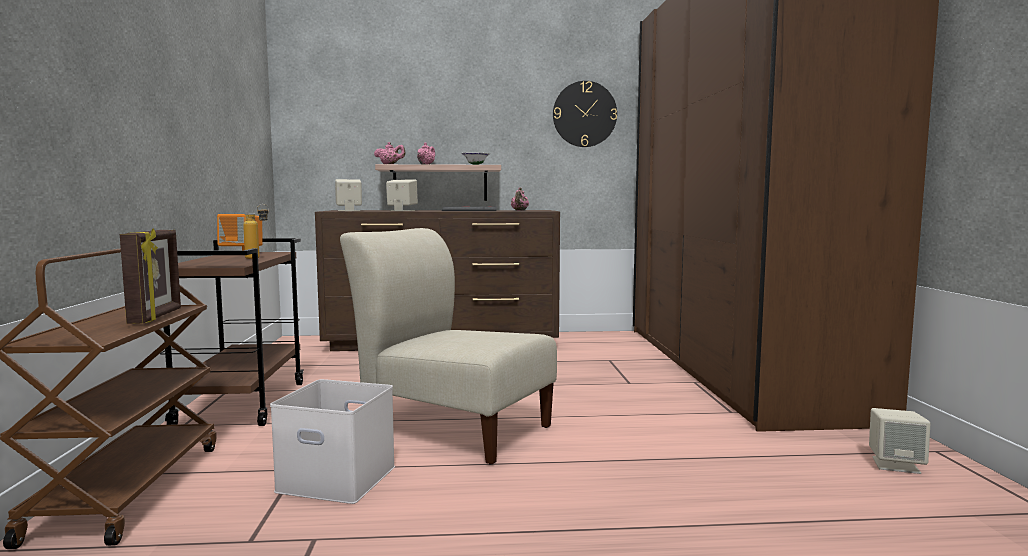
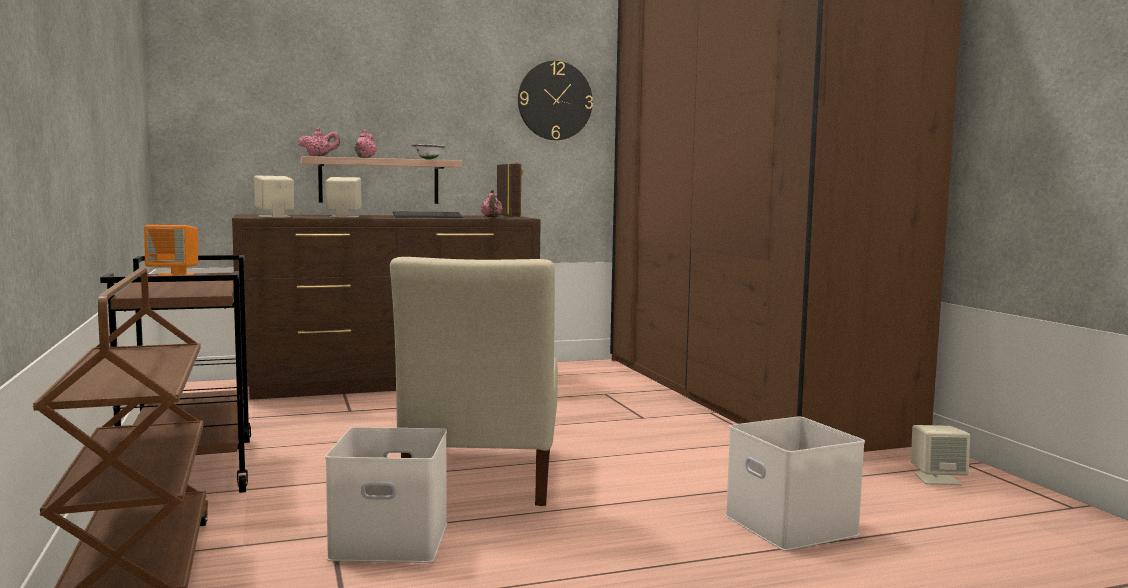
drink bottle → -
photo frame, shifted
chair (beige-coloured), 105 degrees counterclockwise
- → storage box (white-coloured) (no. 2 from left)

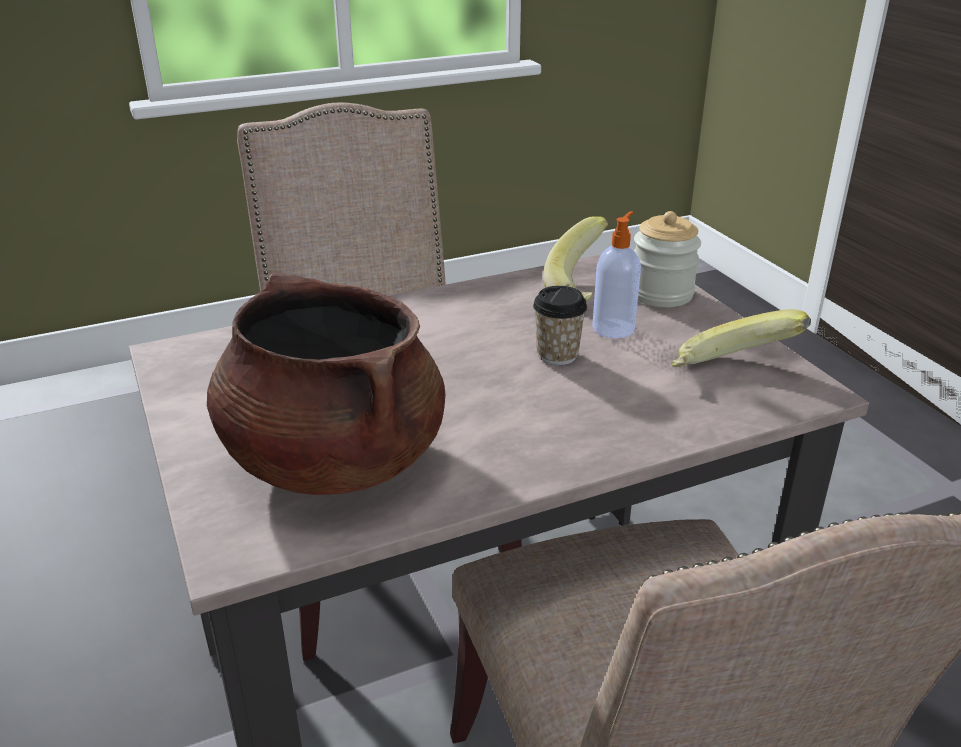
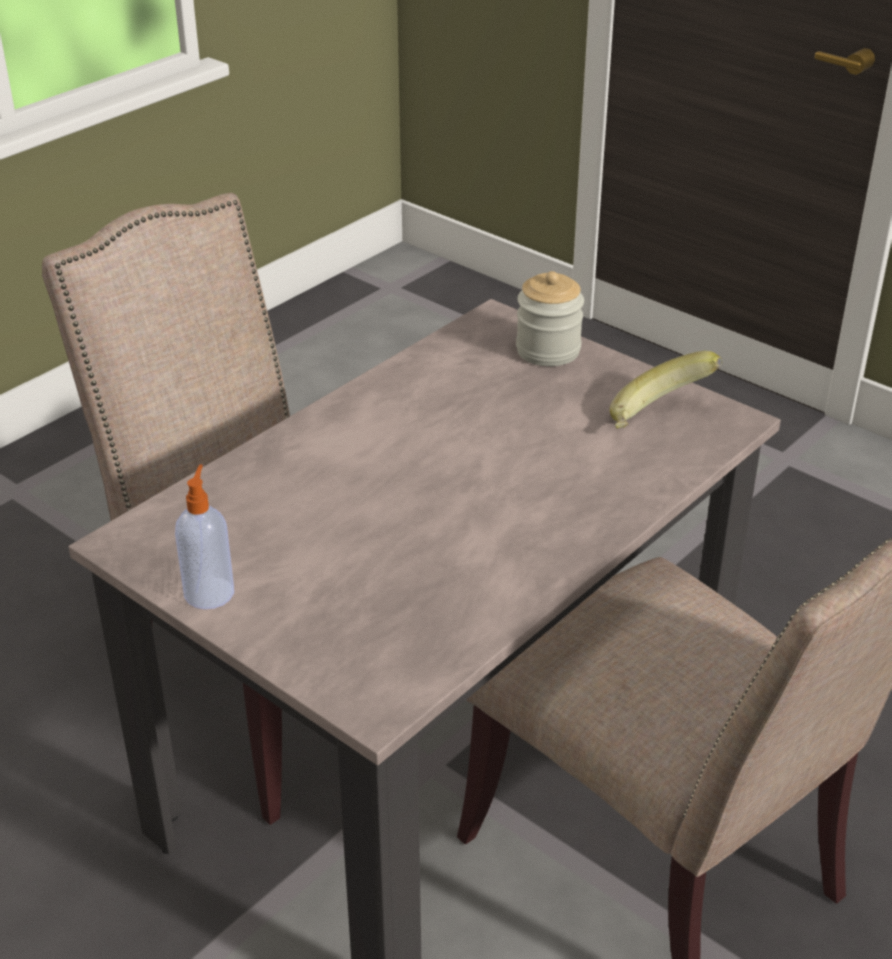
liquid soap bottle, shifted
banana (no. 1 from left) → -
cooking pot (brown) → -
drinking cup → -

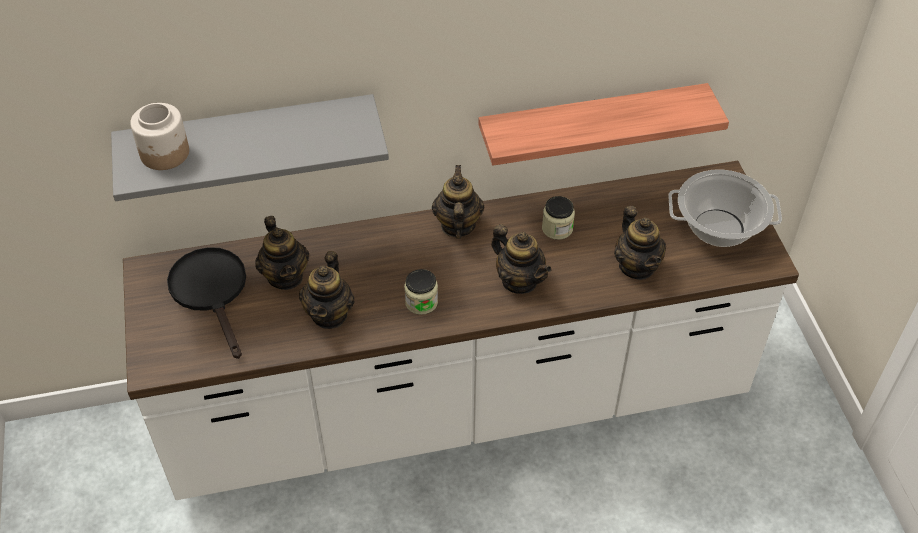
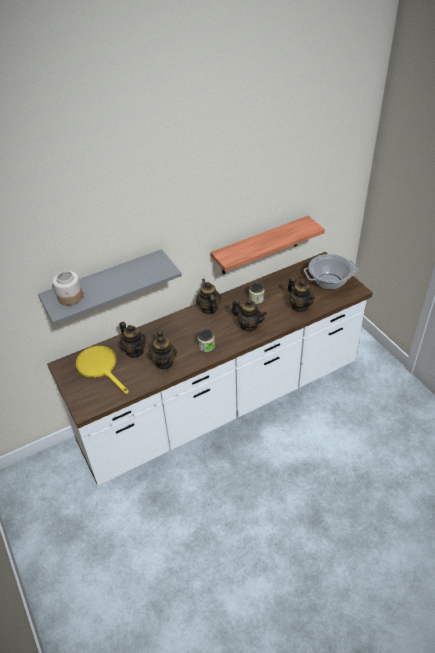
pan (blackish) → pan (yellowish)

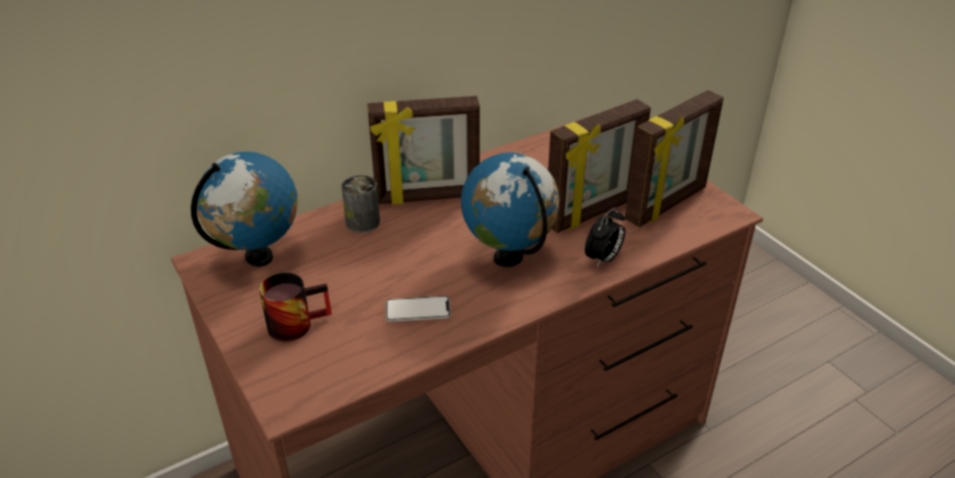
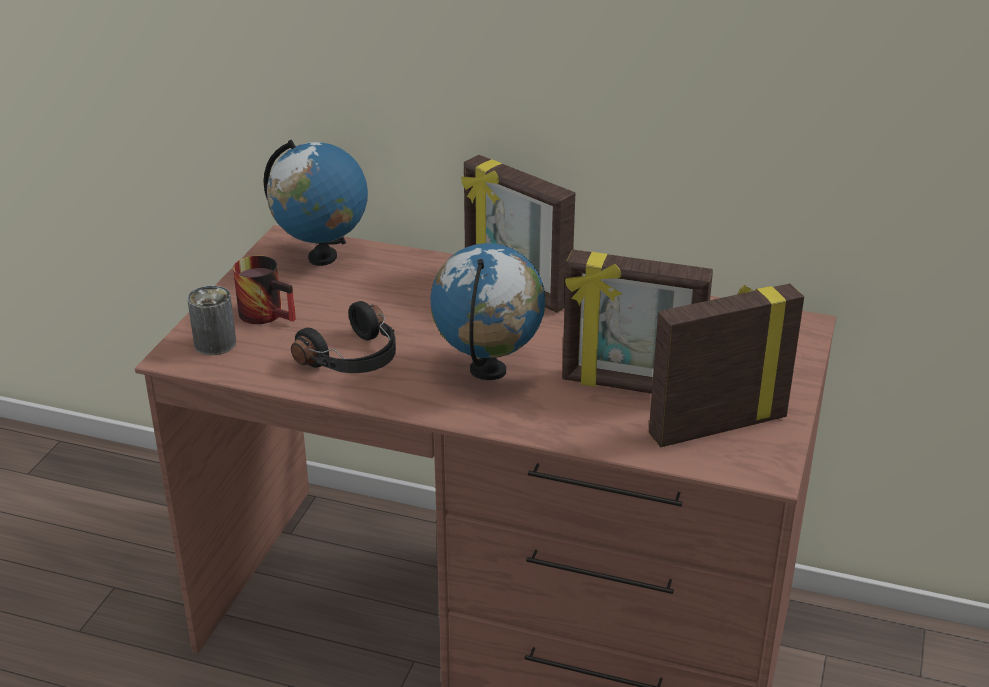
photo frame (no. 3 from left), 150 degrees clockwise
can, shifted
table clock → -
handset → headphones (blackish)

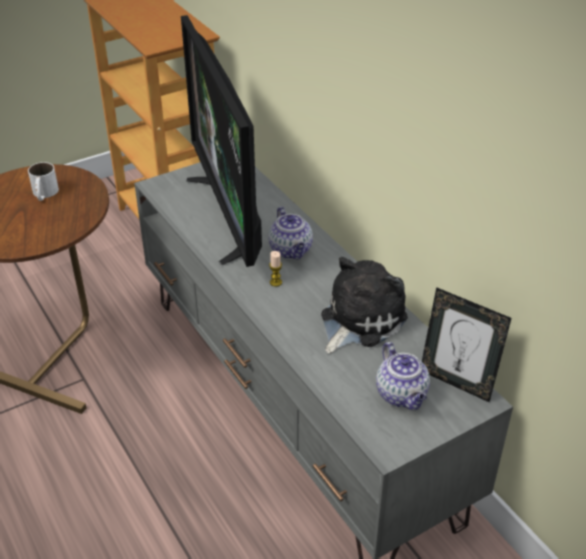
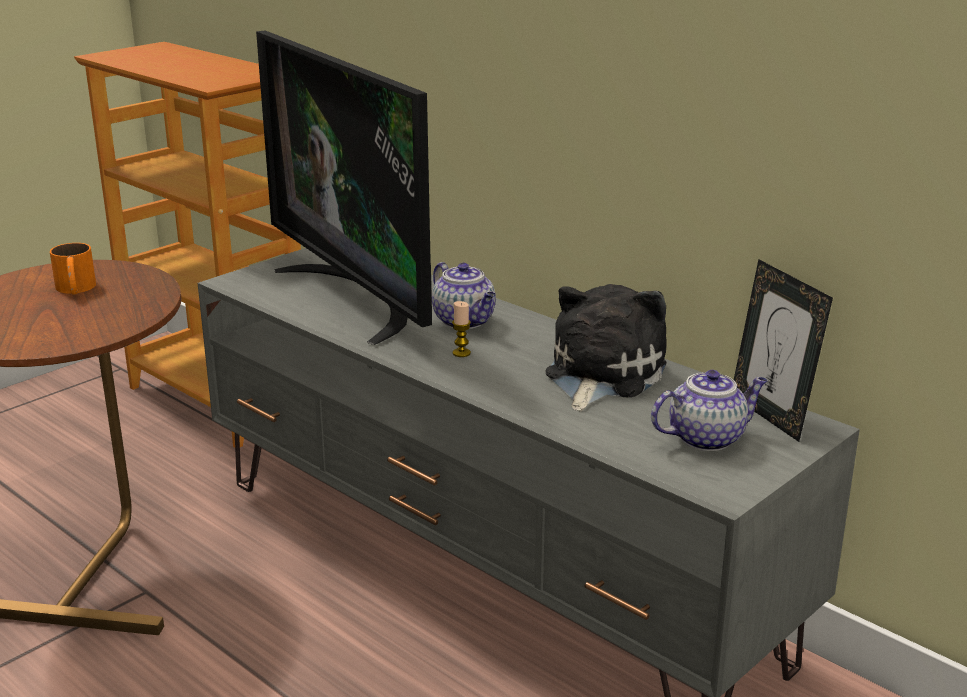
mug (white-coloured) → mug (orange-coloured)
photo frame, 45 degrees clockwise
tea pot (no. 2 from left), 75 degrees counterclockwise

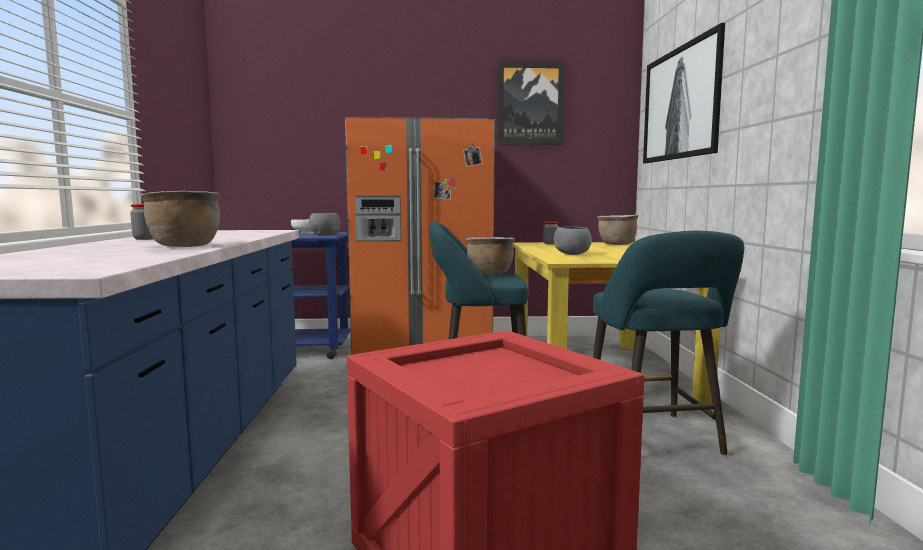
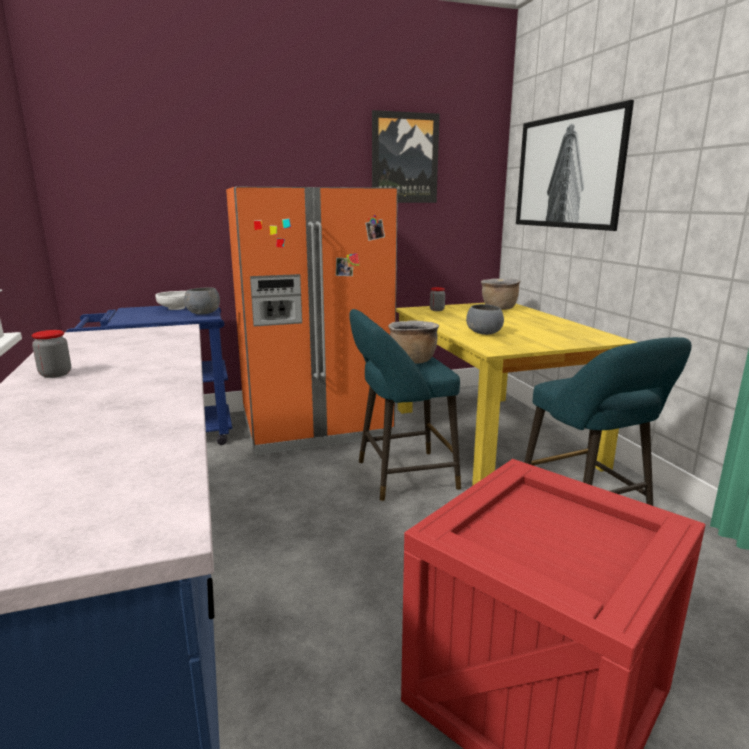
cooking pot (brown) (no. 1 from left) → -

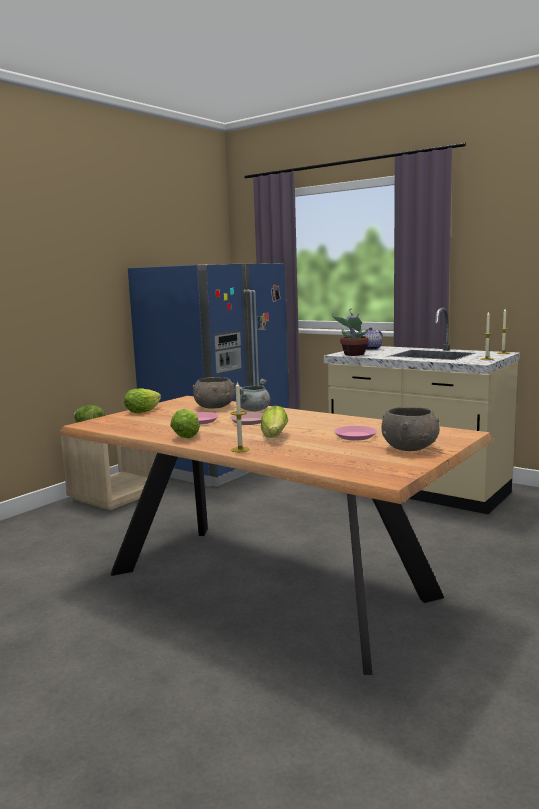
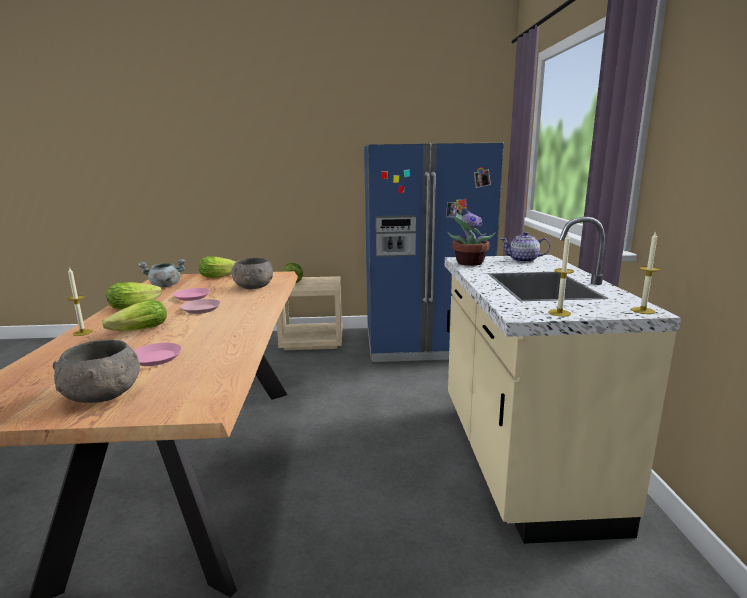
cooking pot (grey), shifted

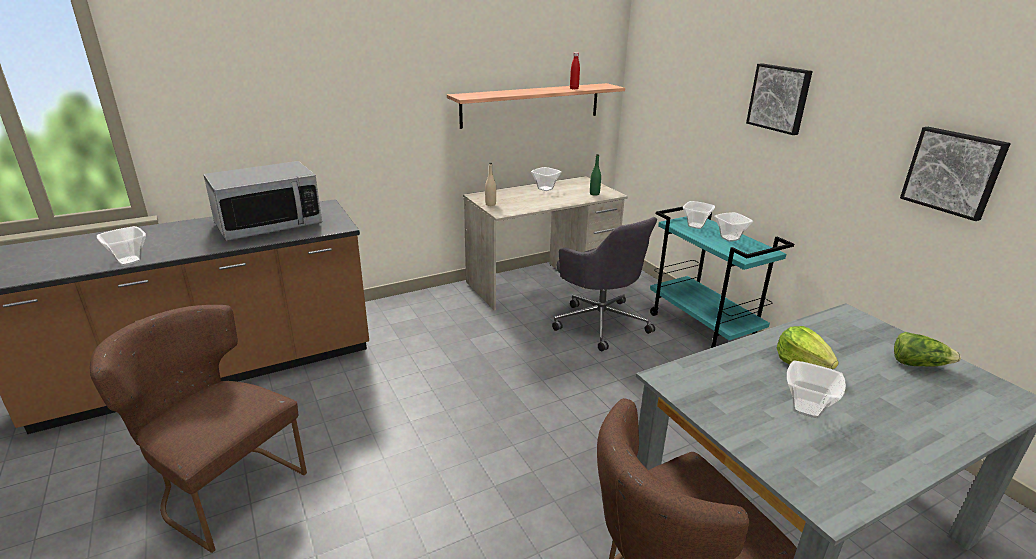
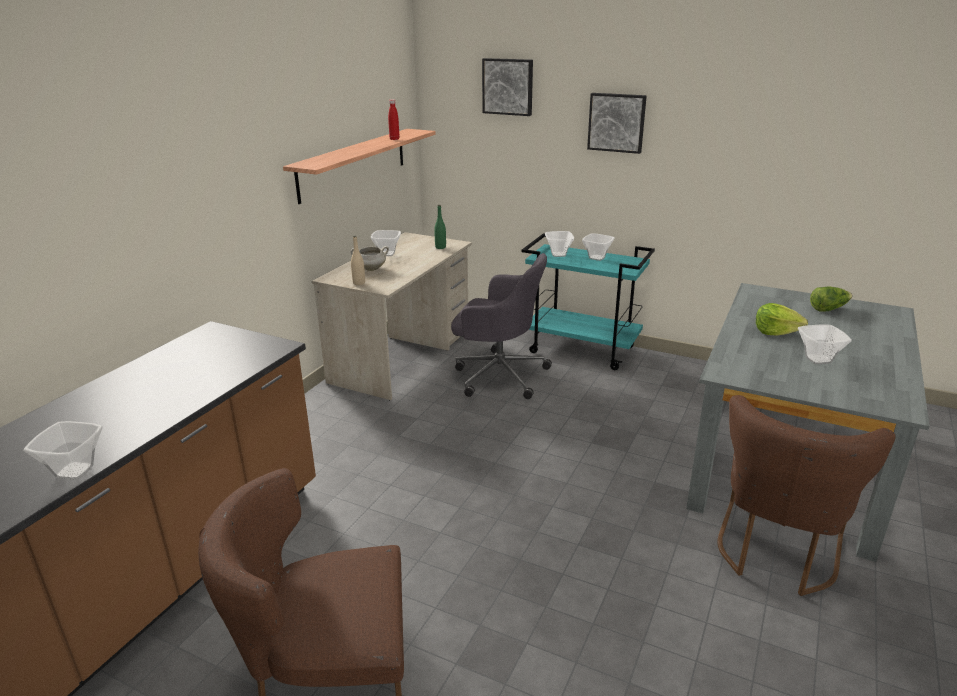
wall art (no. 2 from left in the first image) → wall art (no. 1 from left), shifted
microwave oven → -
- → cooking pot (white-coloured)

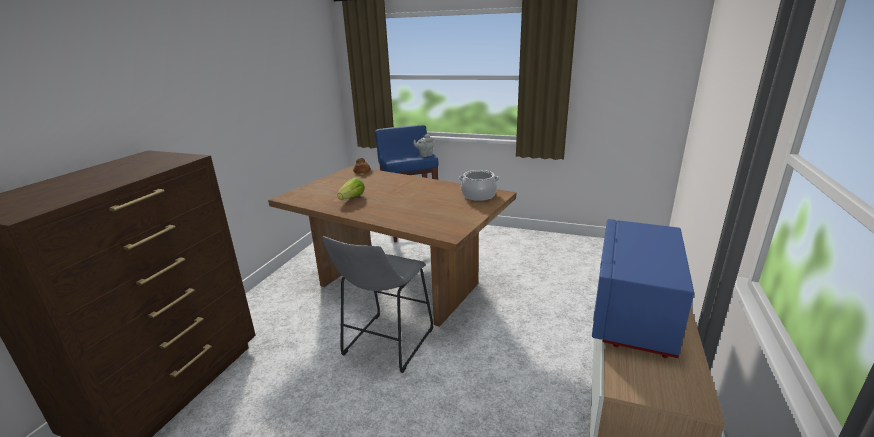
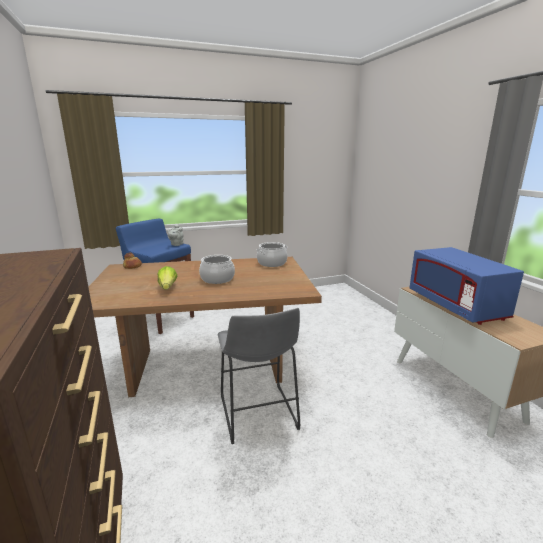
- → cooking pot (no. 1 from left)

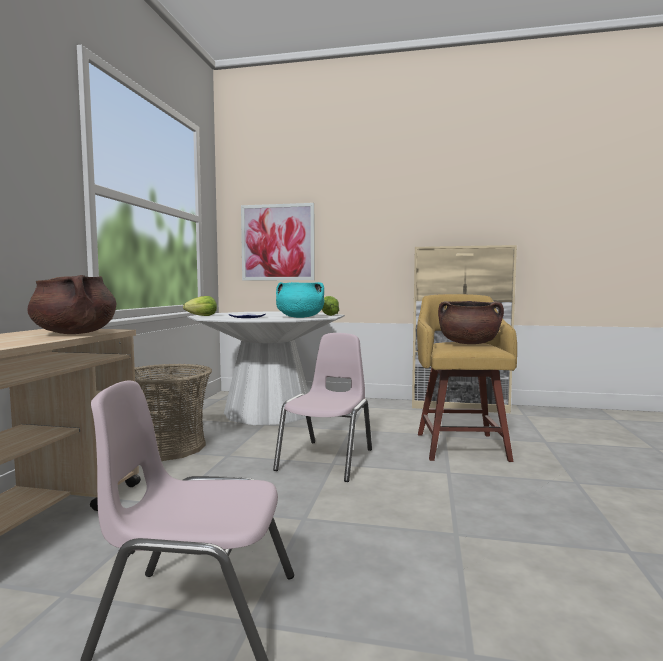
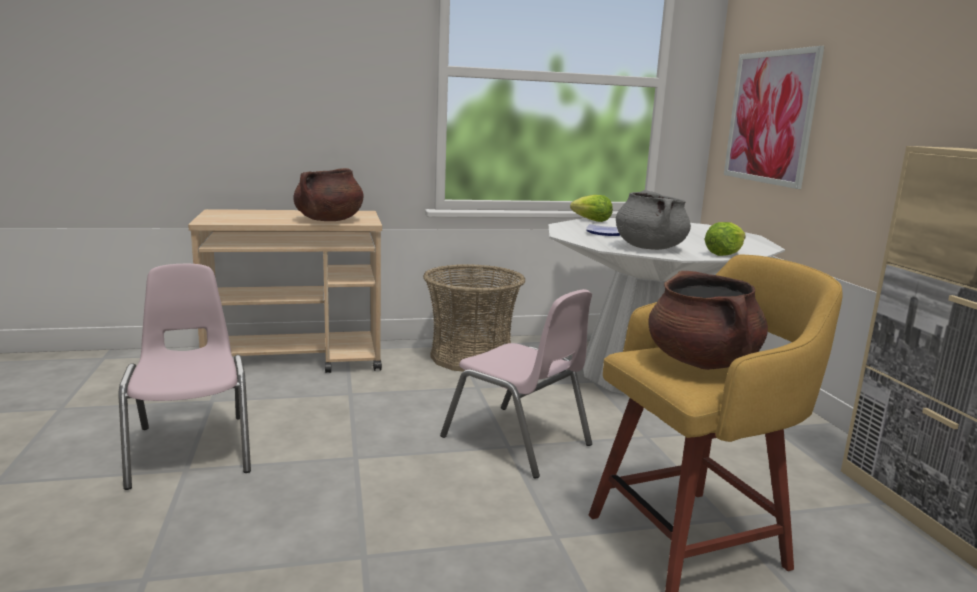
cooking pot (turquoise) → cooking pot (grey)
chair (pink-coloured) (no. 2 from left), 45 degrees clockwise

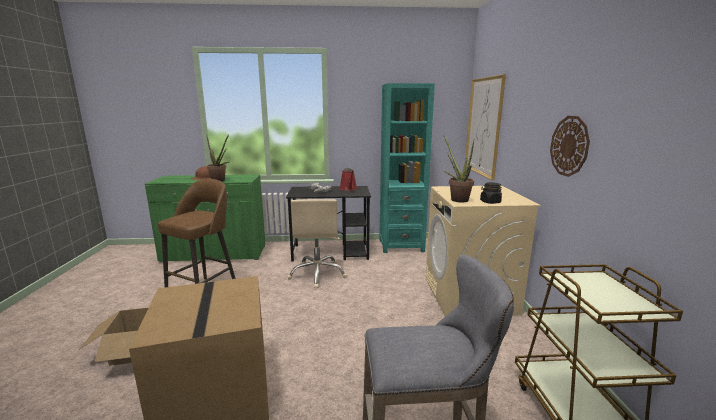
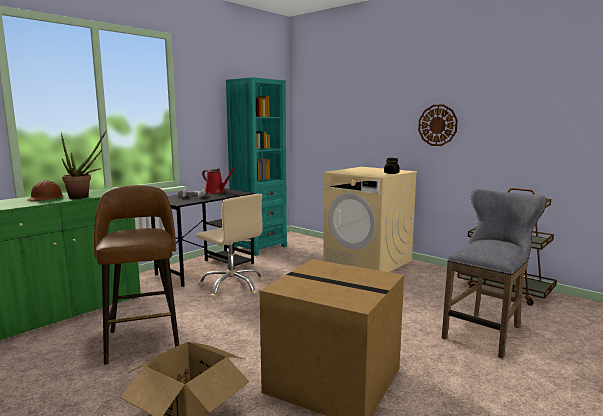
wall art → -
plant in a pot (no. 2 from left) → -

